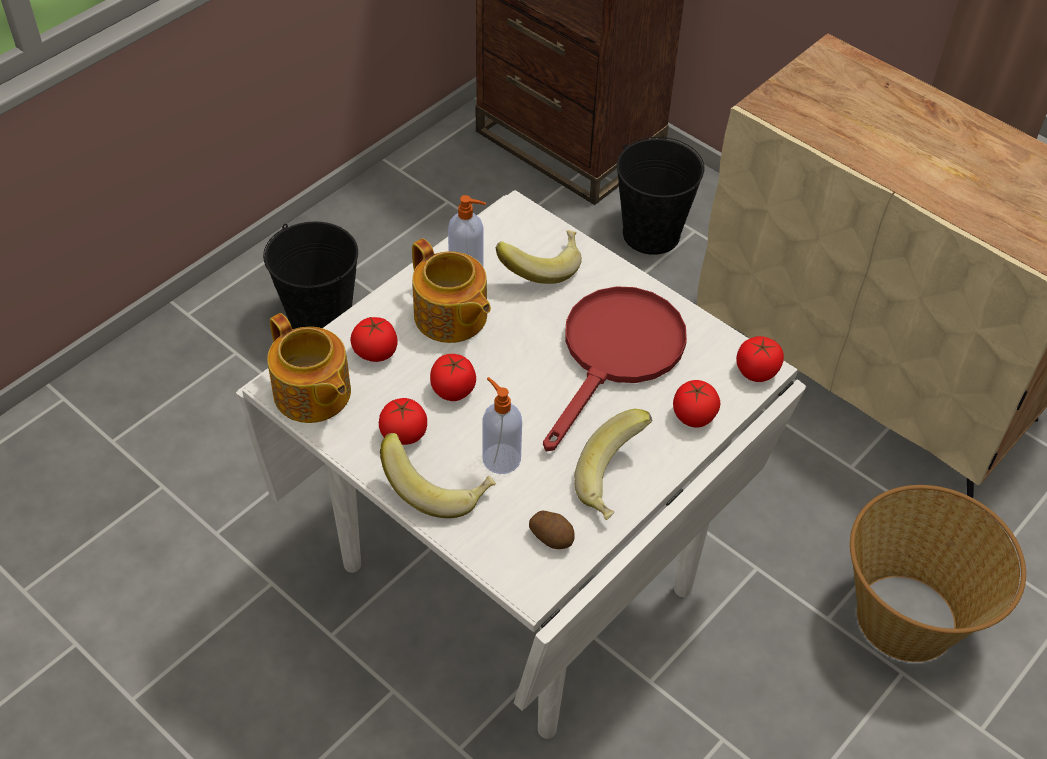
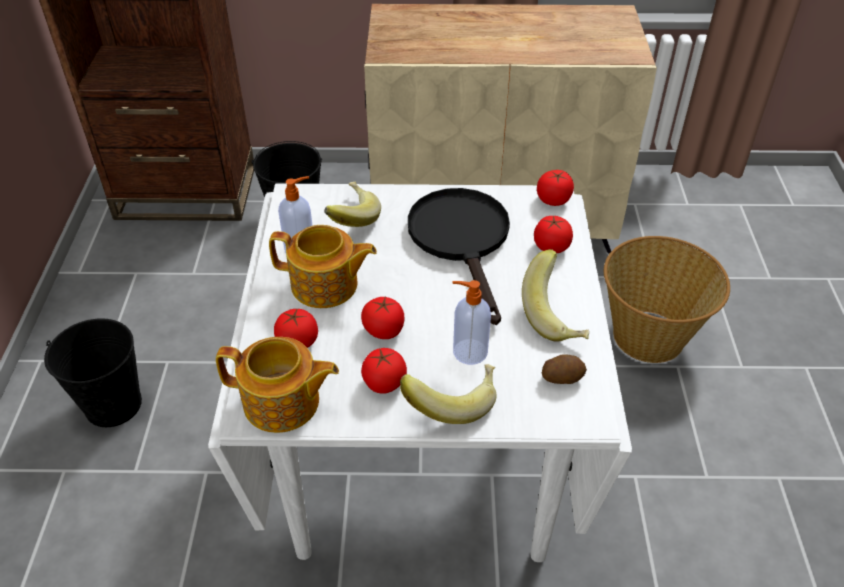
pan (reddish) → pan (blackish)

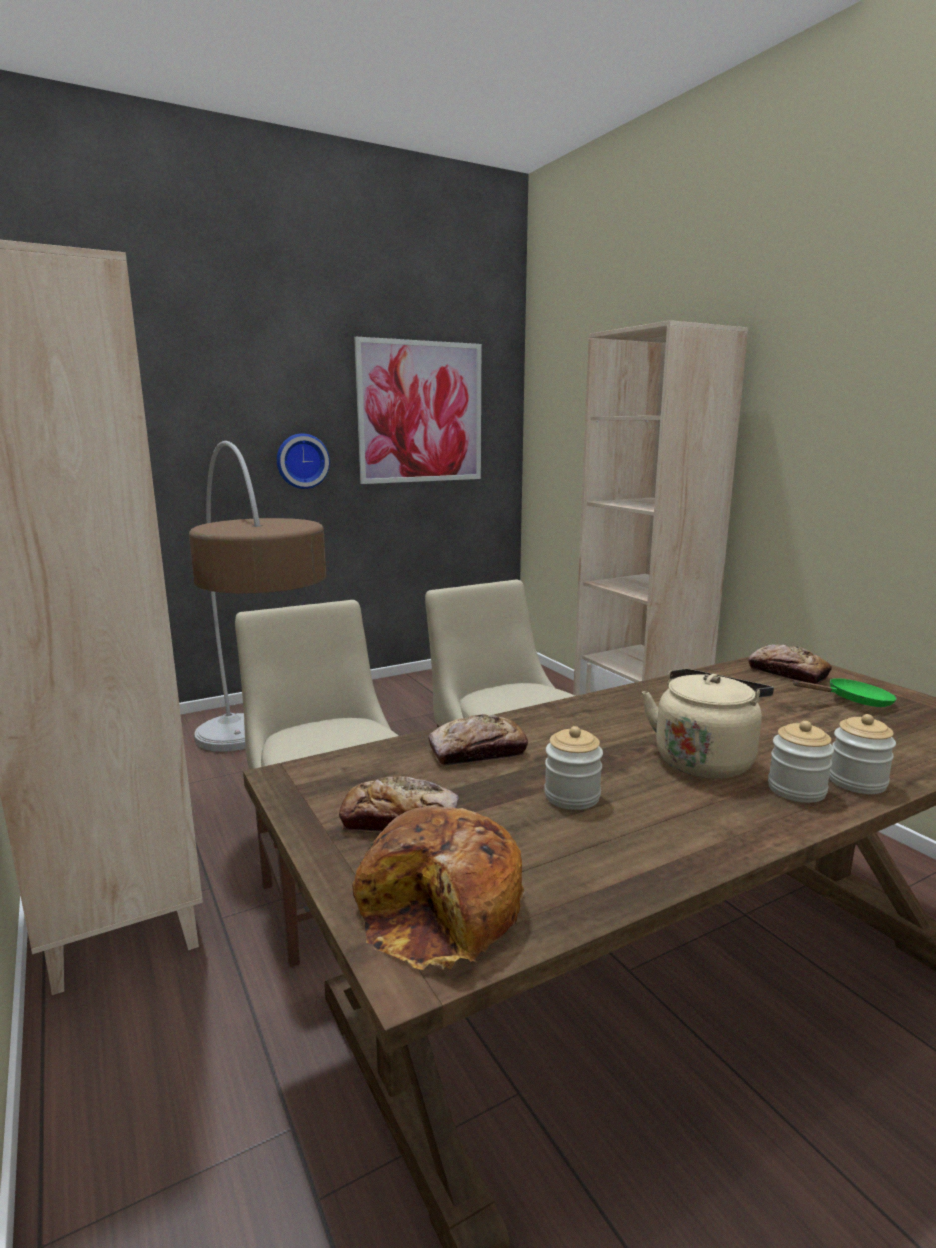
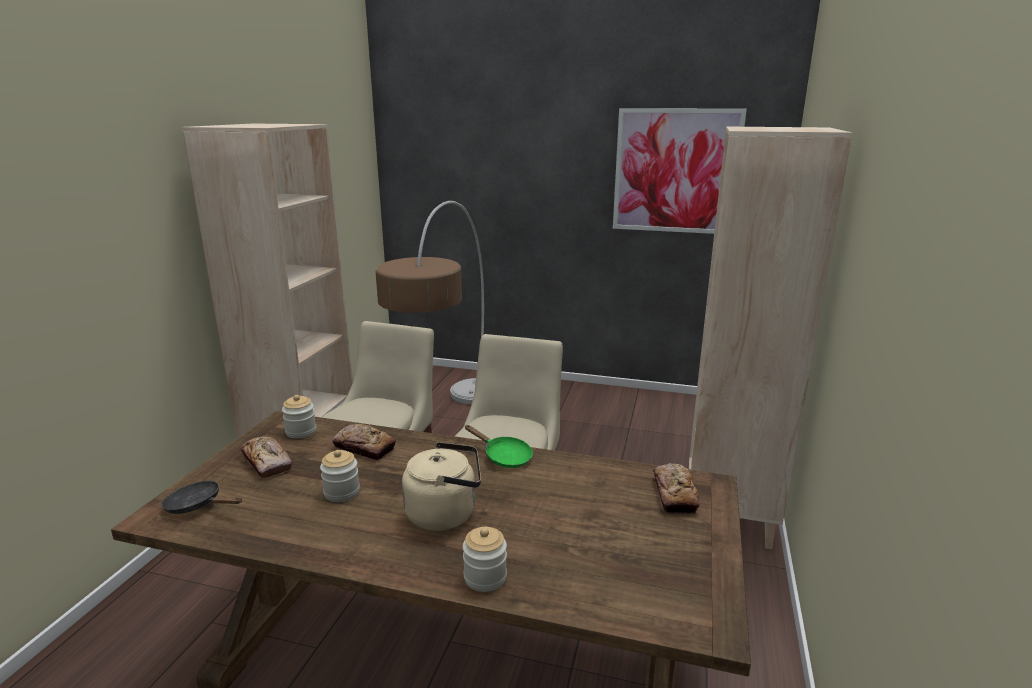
clock on the wall → -
pan (green-coloured), shifted
jar (no. 2 from left in the first image) → jar (no. 1 from left), shifted
bread (no. 2 from left) → pan (blackish)

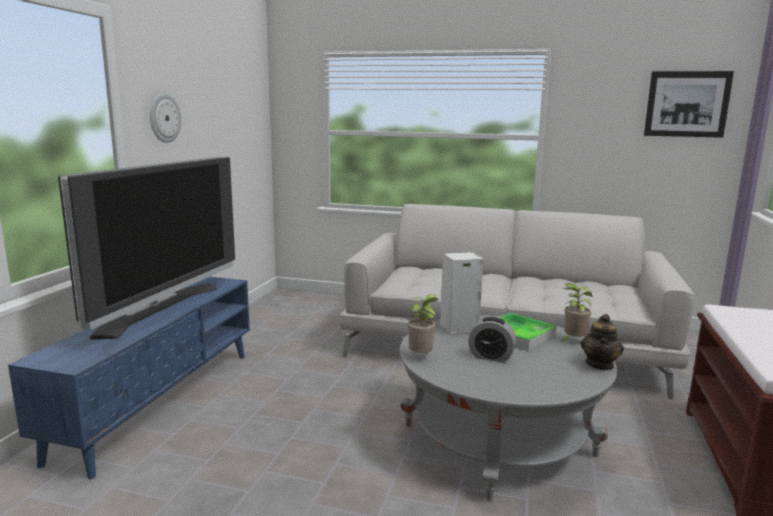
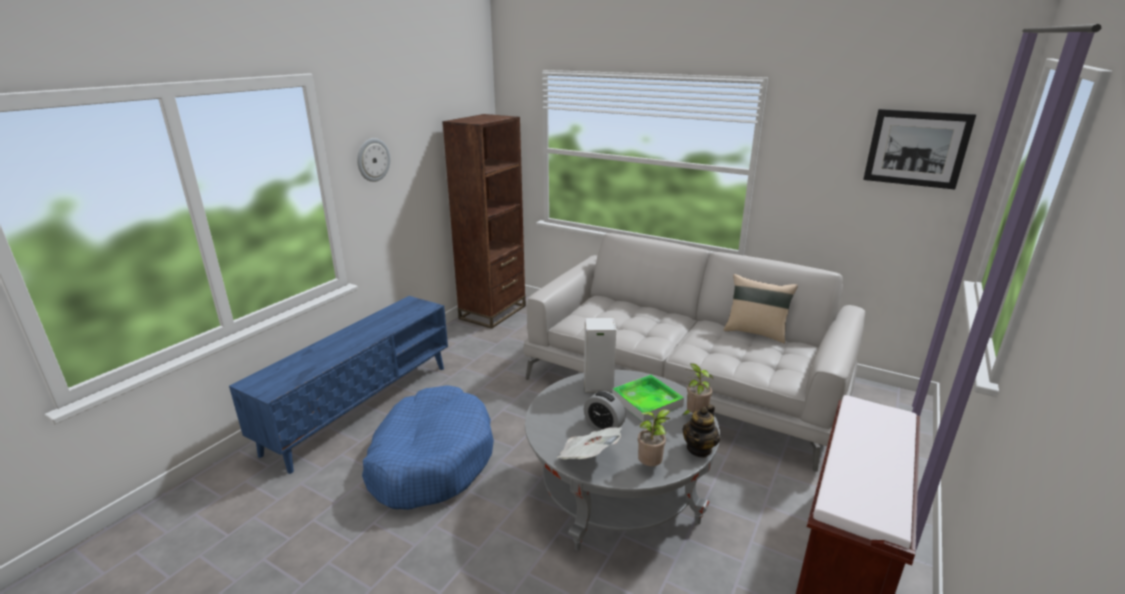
TV → -
plant in a pot (no. 1 from left), shifted
- → shelving unit (brown)
- → pillow (beige-coloured)
- → pet bed (bluish)
- → newspaper

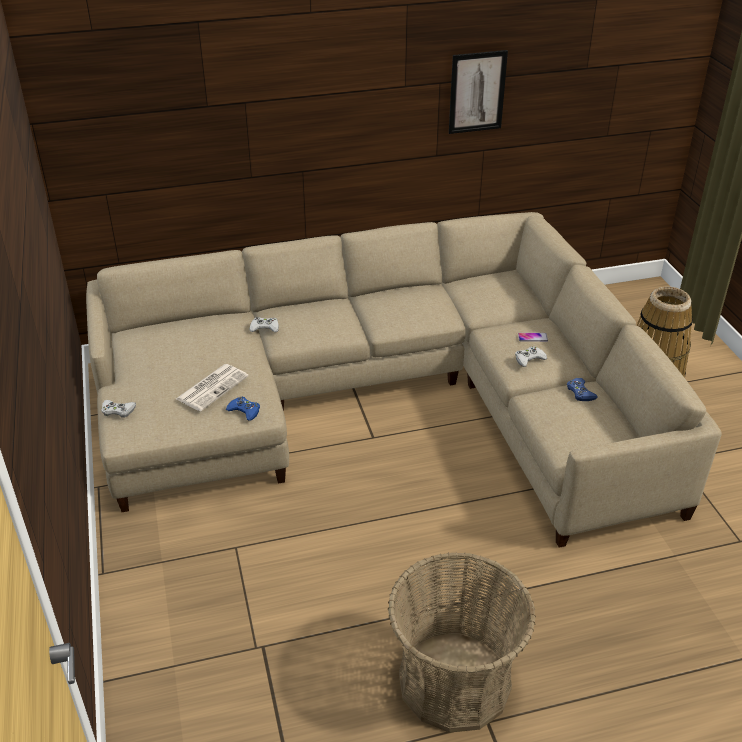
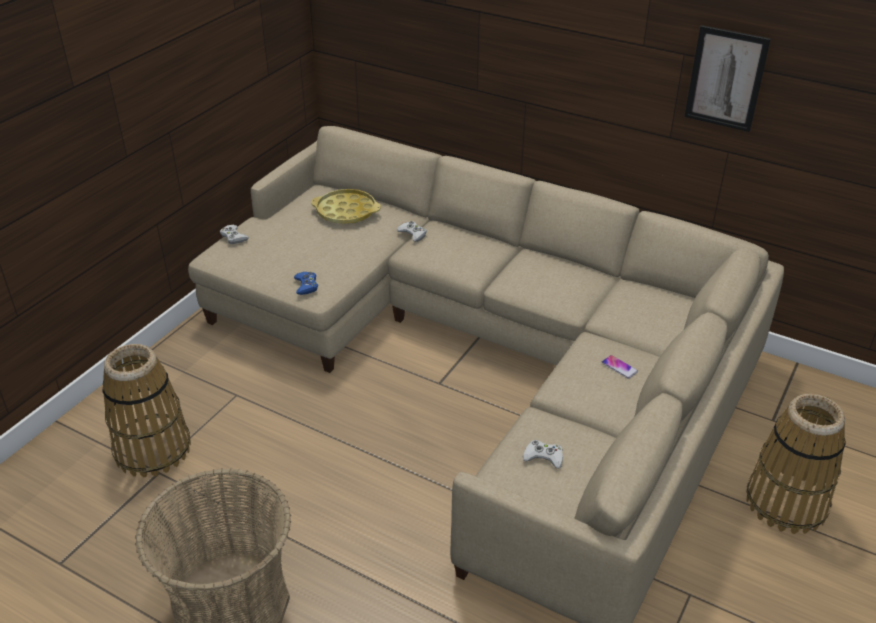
joypad (white-coloured) (no. 3 from left), shifted
newspaper → -
joypad (bluish) (no. 2 from left) → -
- → carrying tray (yellowish)
- → storage basket (no. 1 from left)

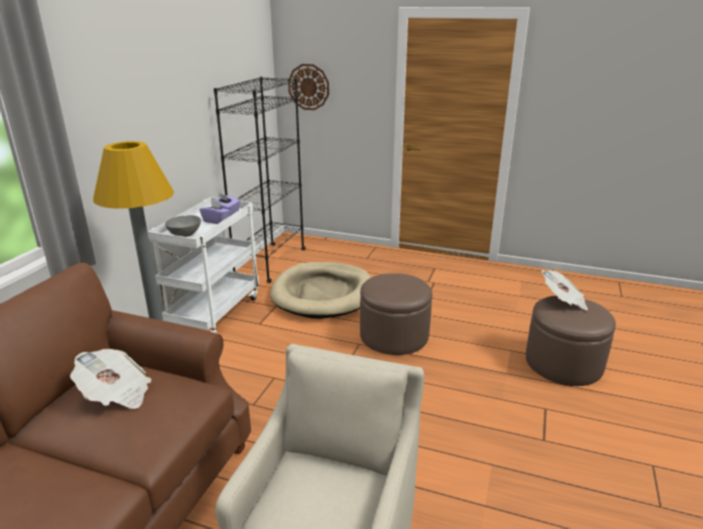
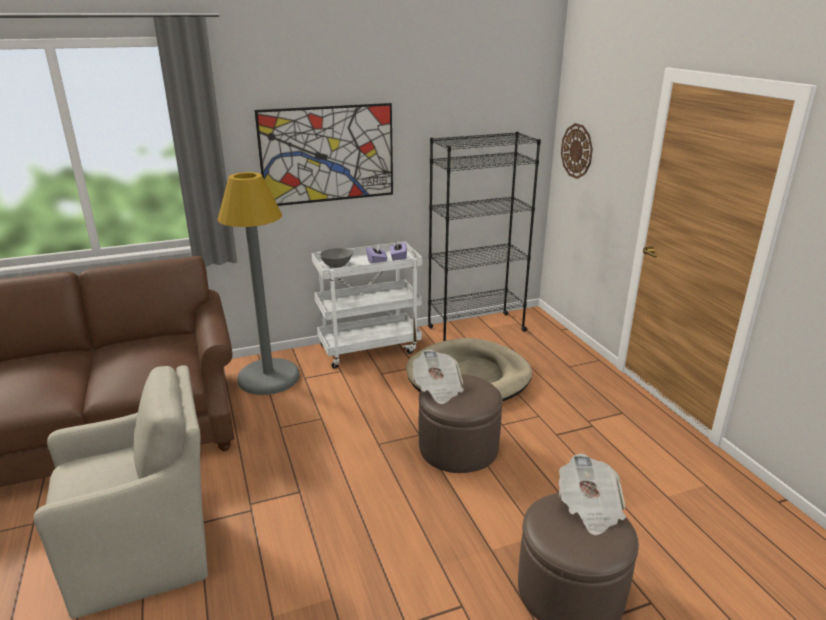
newspaper (no. 1 from left), shifted
- → wall art

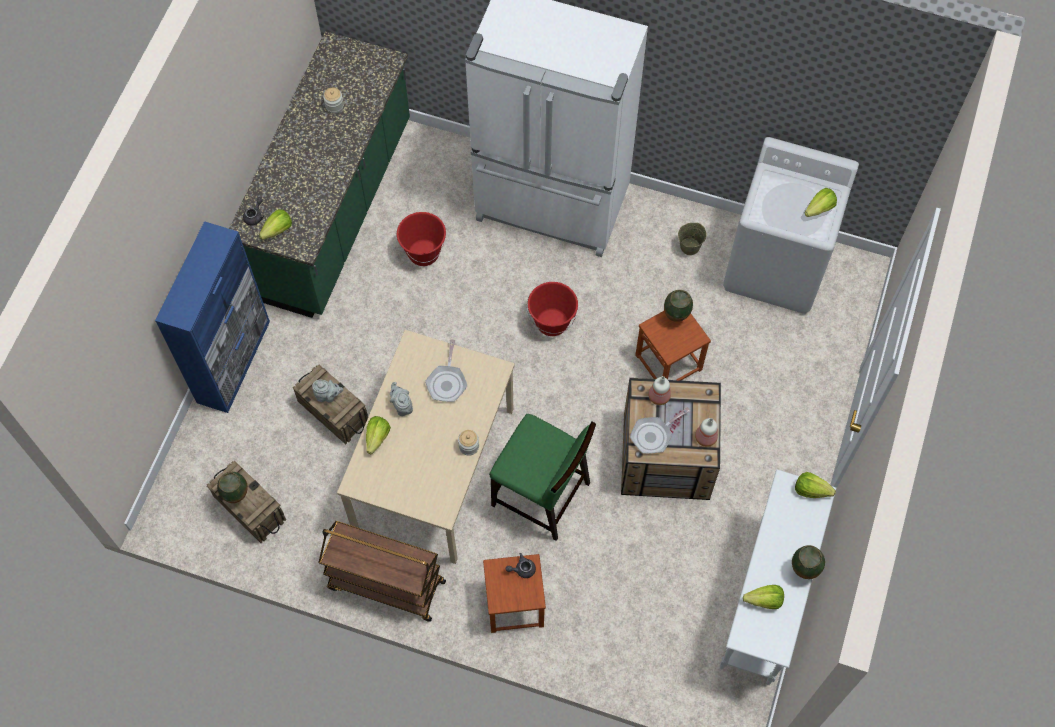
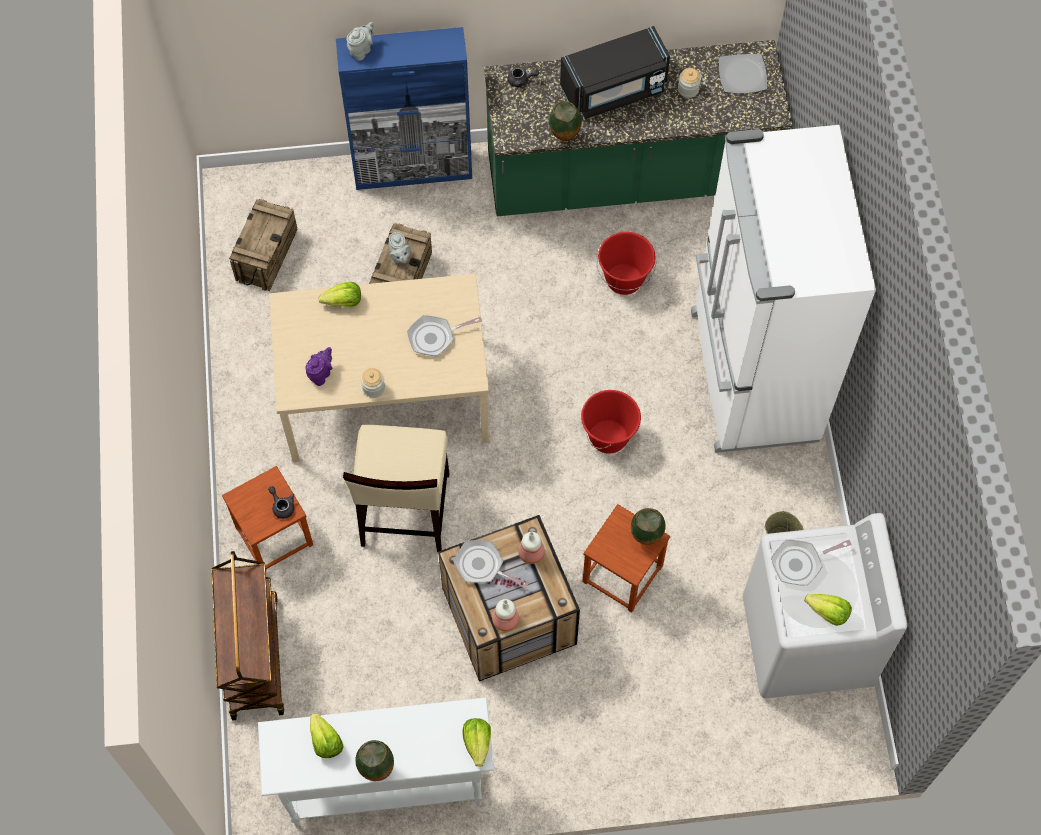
lettuce head (no. 1 from left) → -
tea pot (grey) (no. 3 from left in the first image) → tea pot (grey) (no. 2 from left), shifted
chair (green-coloured) → chair (beige-coloured)
vase (no. 1 from left in the first image) → vase (no. 2 from left), shifted
cart (brown), shifted
- → microwave oven (blackish)
- → plate
- → tea pot (purplish)
- → pan (no. 3 from left)

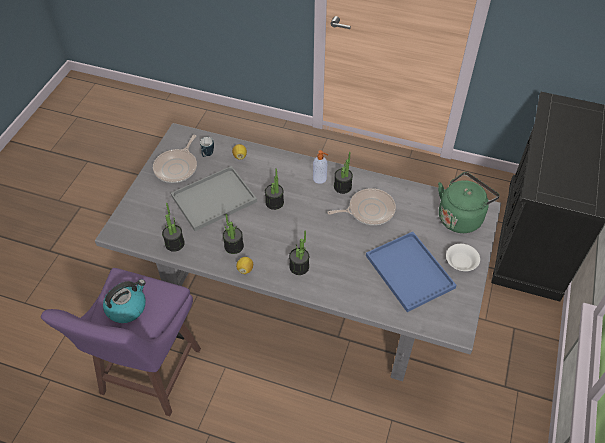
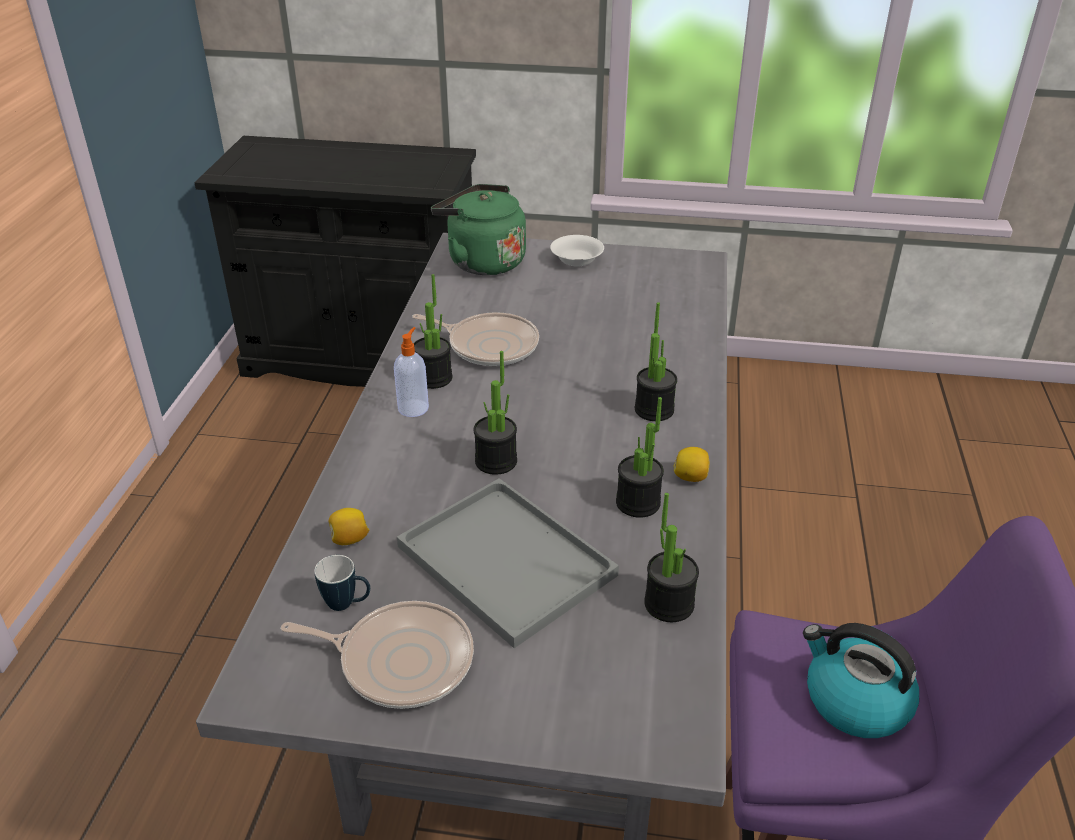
pan (no. 2 from left), 135 degrees clockwise
carrying tray (bluish) → -

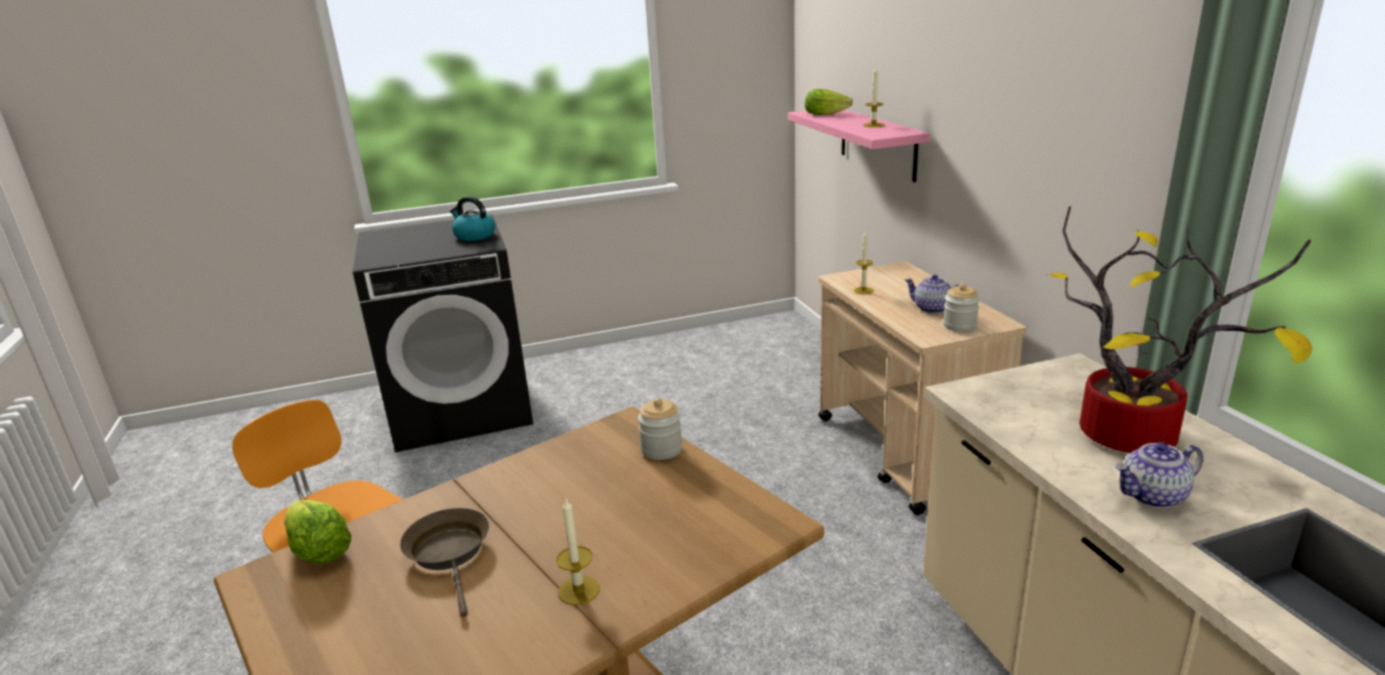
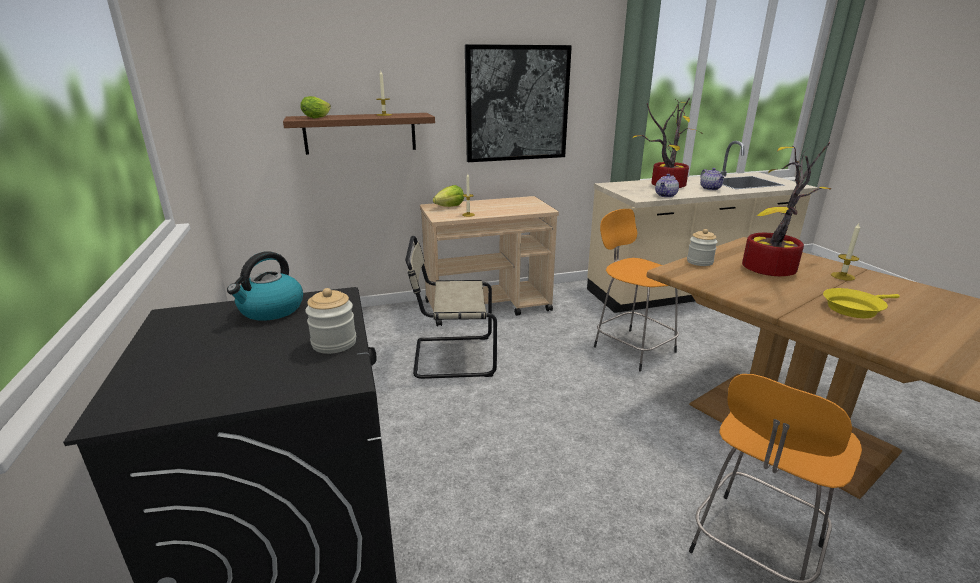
shelf (pink-coloured) → shelf (brown)
tea pot (no. 1 from left), shifted
jar (no. 2 from left in the first image) → jar (no. 1 from left), shifted
lettuce head (no. 1 from left in the first image) → lettuce head (no. 2 from left), shifted
pan (brown) → pan (yellowish)
- → wall art
- → plant in a pot (no. 2 from left)
- → stool seat (orange-coloured) (no. 1 from left)
- → chair (beige-coloured)

